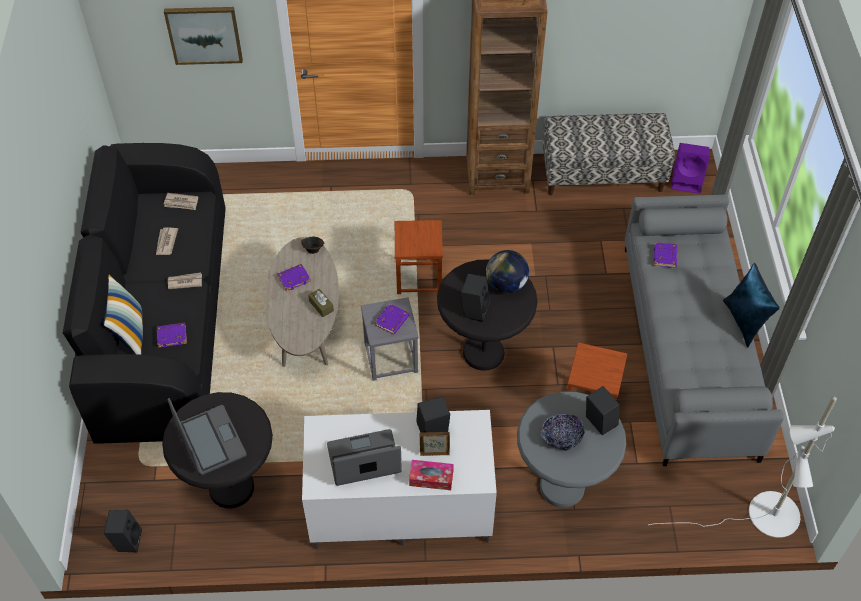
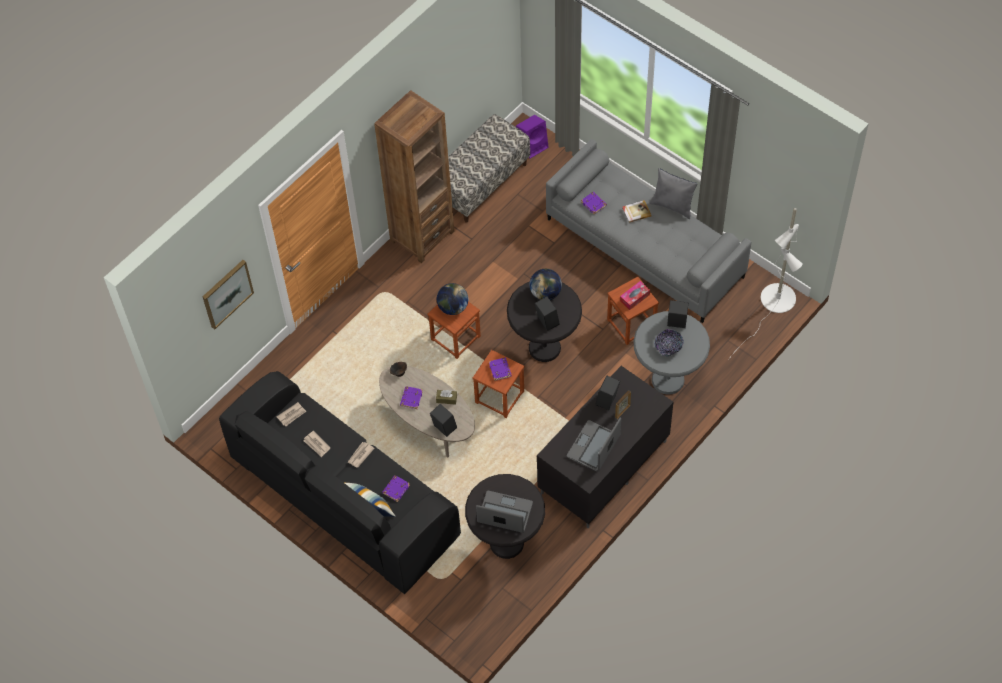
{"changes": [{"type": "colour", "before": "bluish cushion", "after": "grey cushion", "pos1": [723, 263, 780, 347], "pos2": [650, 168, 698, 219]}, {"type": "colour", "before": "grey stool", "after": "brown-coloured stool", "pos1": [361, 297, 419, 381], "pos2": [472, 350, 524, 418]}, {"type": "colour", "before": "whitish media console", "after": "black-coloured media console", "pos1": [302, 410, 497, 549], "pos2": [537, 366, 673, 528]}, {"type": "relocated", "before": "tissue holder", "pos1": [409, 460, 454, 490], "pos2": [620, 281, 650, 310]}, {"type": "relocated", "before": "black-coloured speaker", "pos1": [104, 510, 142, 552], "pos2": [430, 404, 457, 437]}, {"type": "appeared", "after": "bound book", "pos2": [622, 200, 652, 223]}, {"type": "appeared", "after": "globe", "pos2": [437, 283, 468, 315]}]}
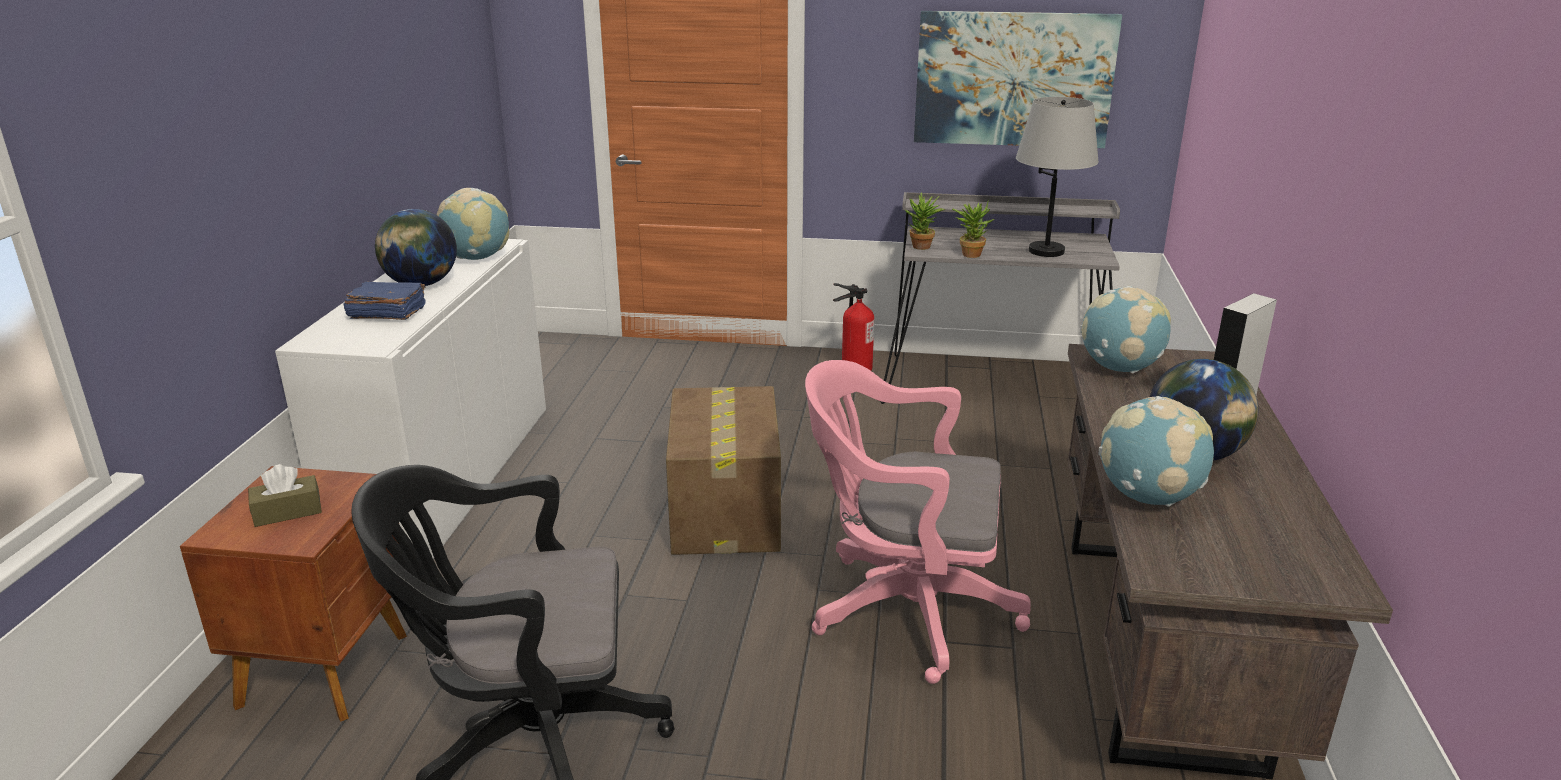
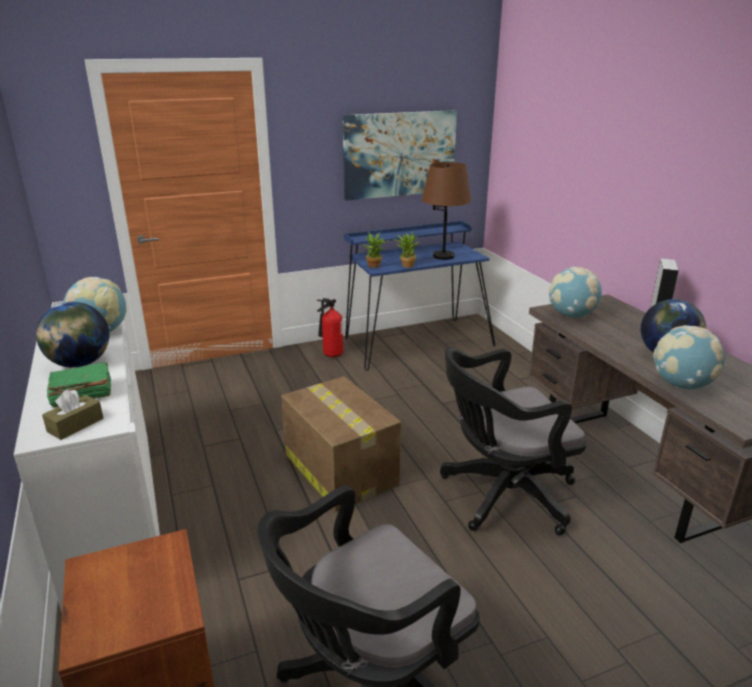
{"changes": [{"type": "colour", "before": "grey lamp for a table", "after": "brown-coloured lamp for a table", "pos1": [1016, 97, 1099, 257], "pos2": [422, 162, 471, 260]}, {"type": "colour", "before": "grey desk table", "after": "bluish desk table", "pos1": [880, 192, 1120, 404], "pos2": [344, 221, 495, 371]}, {"type": "colour", "before": "bluish bound book", "after": "green bound book", "pos1": [344, 281, 426, 320], "pos2": [47, 362, 111, 408]}, {"type": "colour", "before": "pinkish desk chair", "after": "black-coloured desk chair", "pos1": [805, 360, 1031, 684], "pos2": [440, 347, 586, 536]}, {"type": "relocated", "before": "brown-coloured tissue holder", "pos1": [248, 464, 322, 527], "pos2": [42, 389, 104, 440]}]}
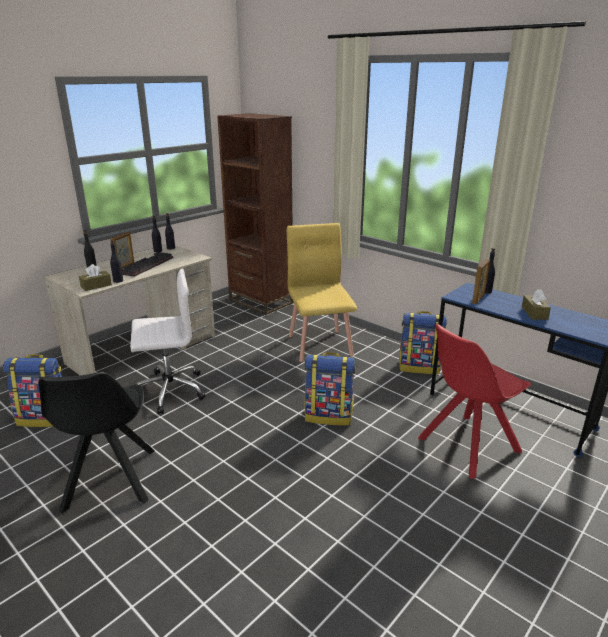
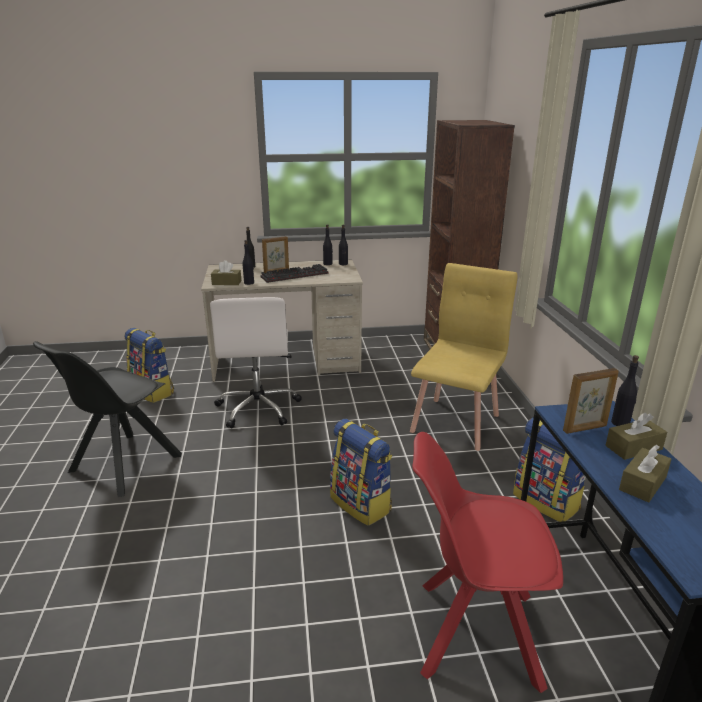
{"changes": [{"type": "spun", "before": "whitish desk chair", "pos1": [130, 269, 205, 414], "pos2": [210, 297, 302, 428], "turn": 60}, {"type": "appeared", "after": "brown-coloured tissue holder", "pos2": [605, 413, 667, 460]}]}
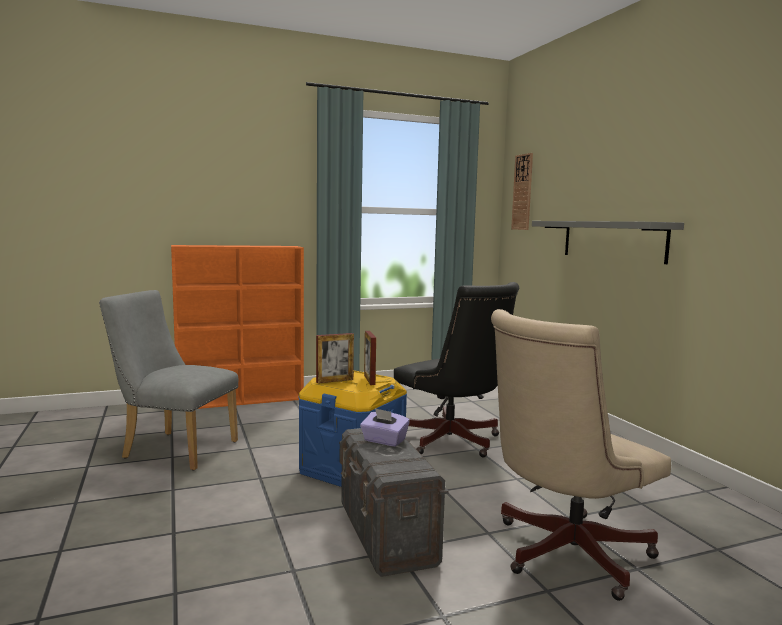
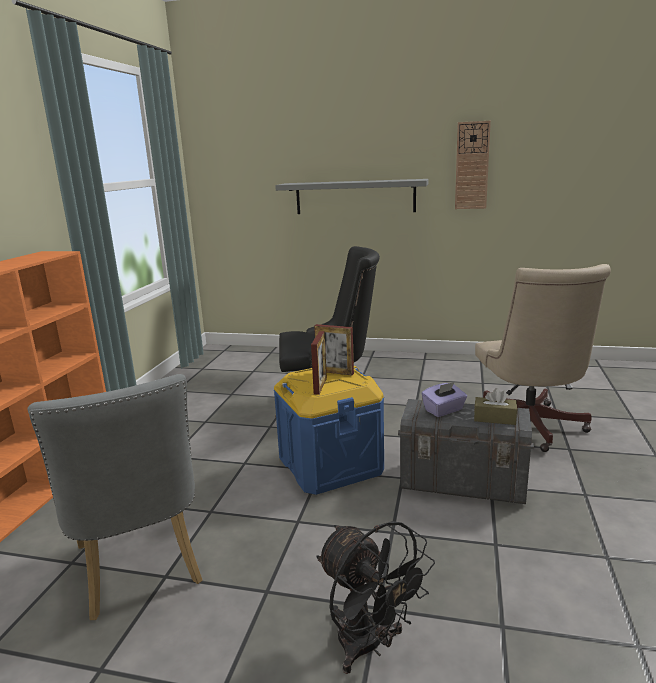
{"changes": [{"type": "relocated", "before": "clock on the wall", "pos1": [511, 153, 533, 230], "pos2": [455, 121, 491, 209]}, {"type": "spun", "before": "grey plain chair", "pos1": [99, 290, 238, 471], "pos2": [27, 374, 202, 620], "turn": -75}, {"type": "appeared", "after": "brown-coloured tissue holder", "pos2": [474, 388, 517, 425]}, {"type": "appeared", "after": "black-coloured electric fan", "pos2": [316, 521, 435, 674]}]}
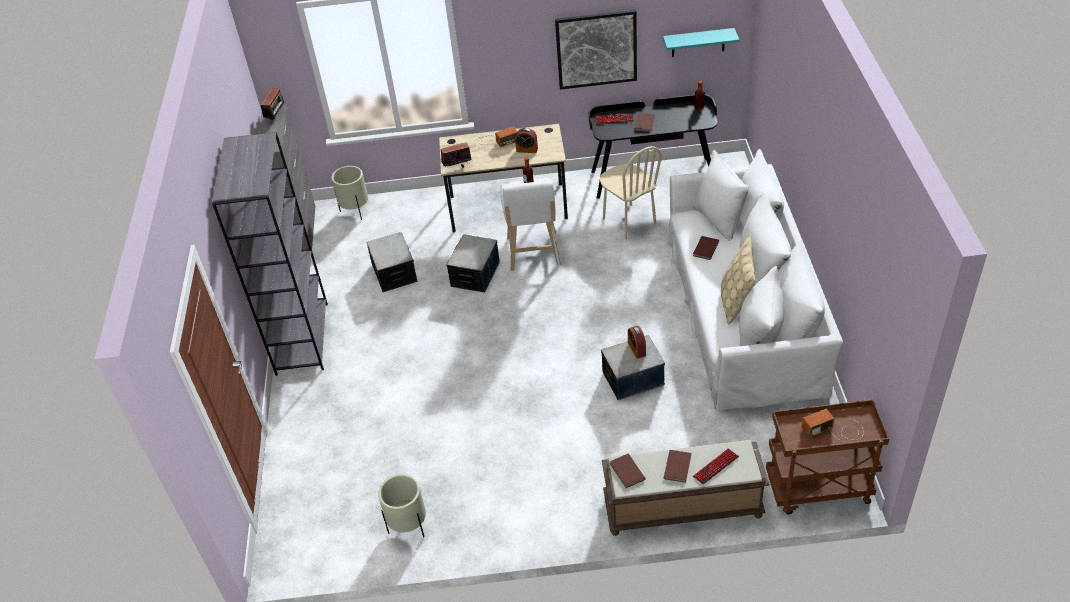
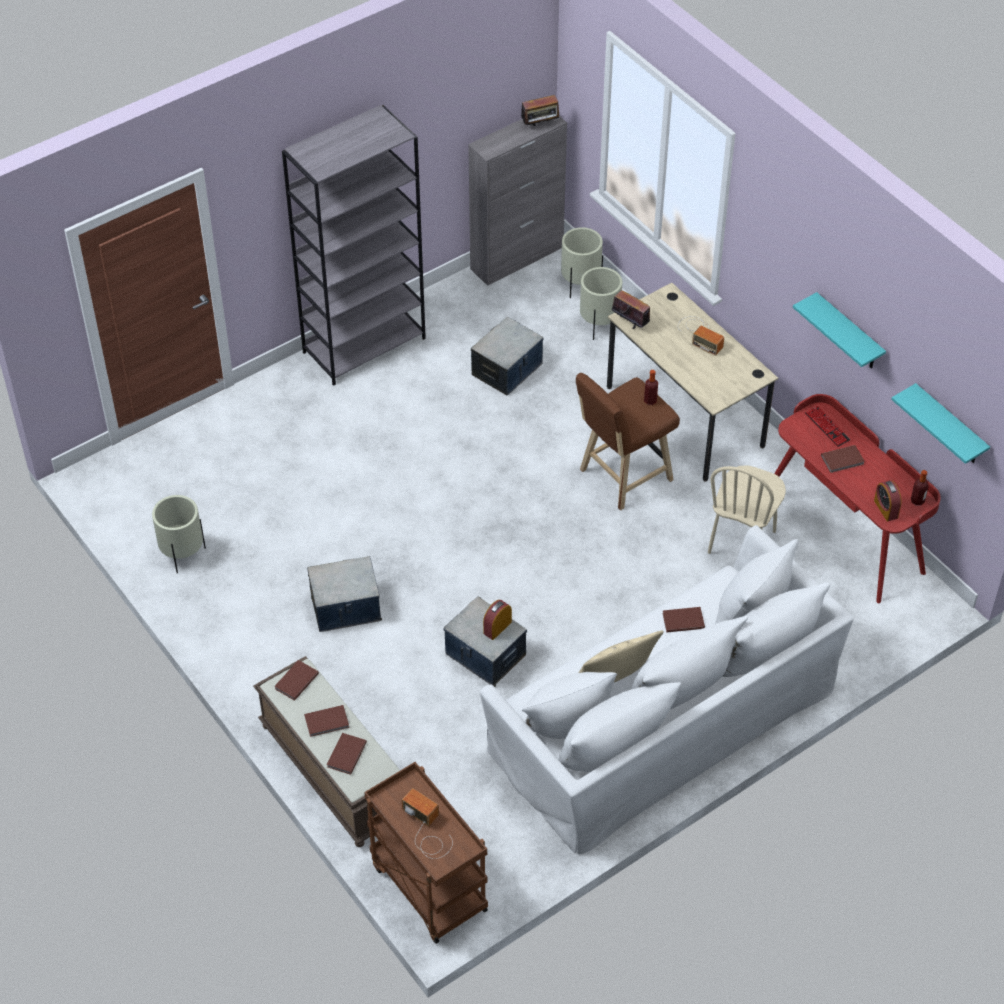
{"changes": [{"type": "exchanged", "before": "wall art", "after": "turquoise wall shelf", "pos1": [555, 10, 637, 90], "pos2": [793, 292, 886, 369]}, {"type": "colour", "before": "black-coloured desk table", "after": "red desk table", "pos1": [589, 94, 717, 199], "pos2": [774, 394, 941, 603]}, {"type": "relocated", "before": "bedside clock", "pos1": [515, 128, 538, 153], "pos2": [874, 480, 902, 521]}, {"type": "colour", "before": "whitish stool", "after": "brown-coloured stool", "pos1": [500, 178, 561, 271], "pos2": [576, 373, 680, 510]}, {"type": "relocated", "before": "storage container", "pos1": [446, 234, 500, 292], "pos2": [307, 556, 382, 632]}, {"type": "exchanged", "before": "keyboard", "after": "brown-coloured bound book", "pos1": [693, 449, 739, 485], "pos2": [327, 733, 367, 775]}, {"type": "appeared", "after": "beige planter", "pos2": [580, 267, 622, 340]}]}
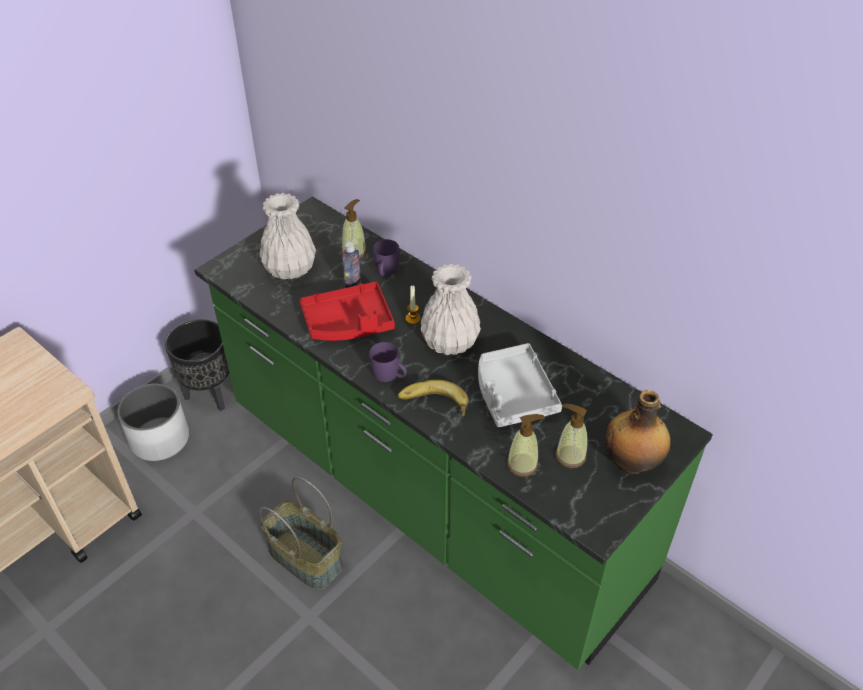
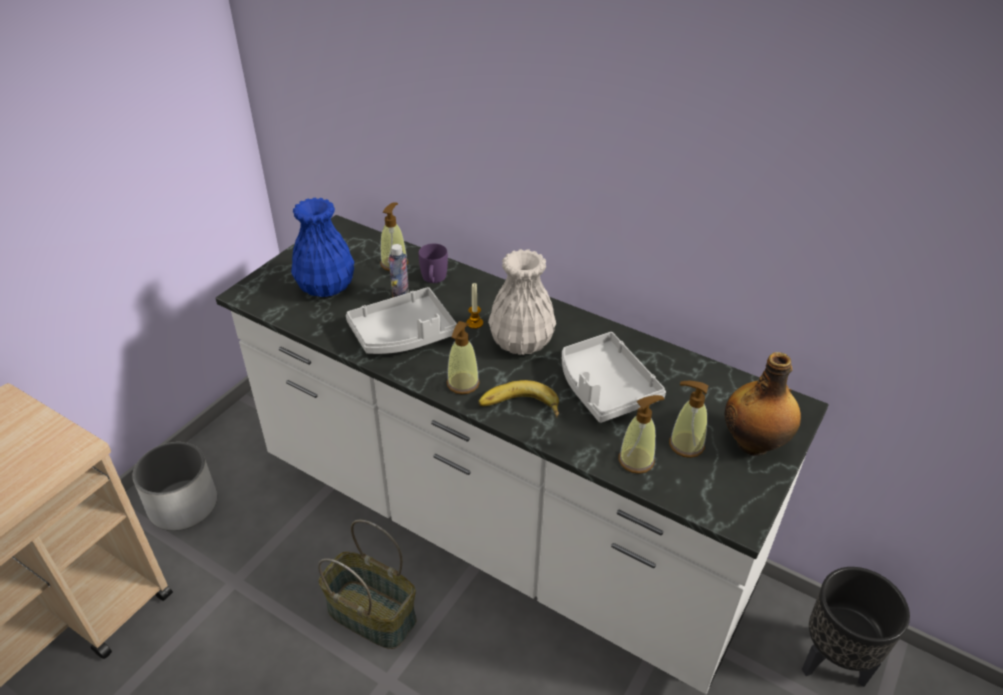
{"changes": [{"type": "colour", "before": "whitish decorative vase", "after": "bluish decorative vase", "pos1": [260, 193, 316, 280], "pos2": [291, 198, 354, 297]}, {"type": "colour", "before": "green kitchen counter", "after": "whitish kitchen counter", "pos1": [194, 196, 713, 670], "pos2": [215, 215, 829, 694]}, {"type": "colour", "before": "red tray", "after": "grey tray", "pos1": [300, 282, 395, 341], "pos2": [346, 287, 457, 354]}, {"type": "relocated", "before": "black-coloured planter", "pos1": [165, 319, 229, 411], "pos2": [802, 567, 910, 687]}, {"type": "exchanged", "before": "purple-coloured coffee mug", "after": "soap dispenser", "pos1": [369, 342, 407, 382], "pos2": [447, 321, 480, 394]}]}
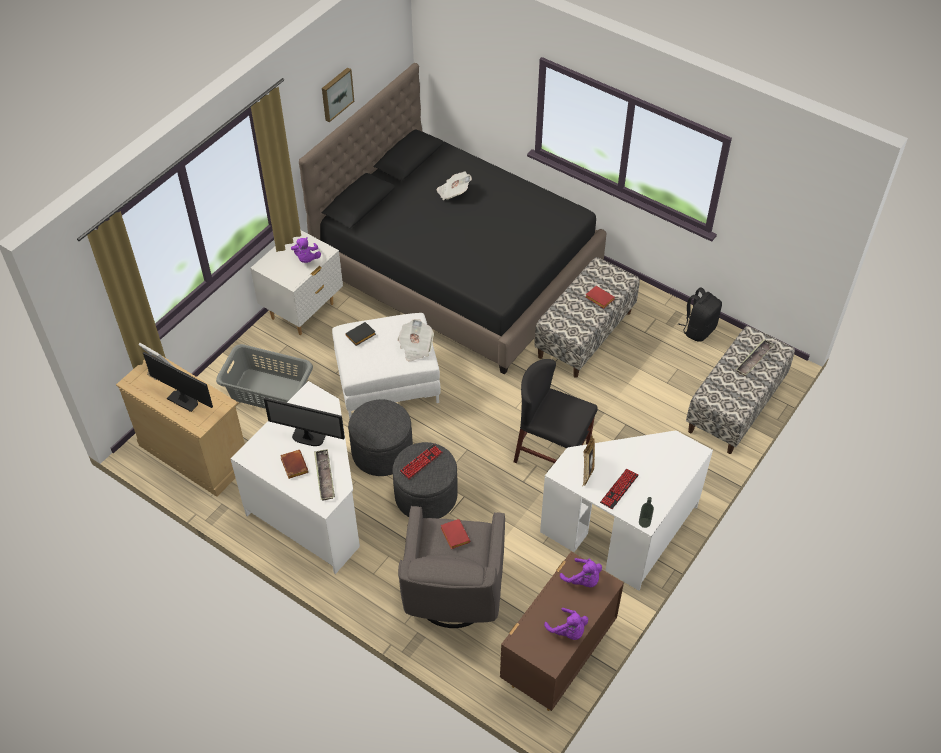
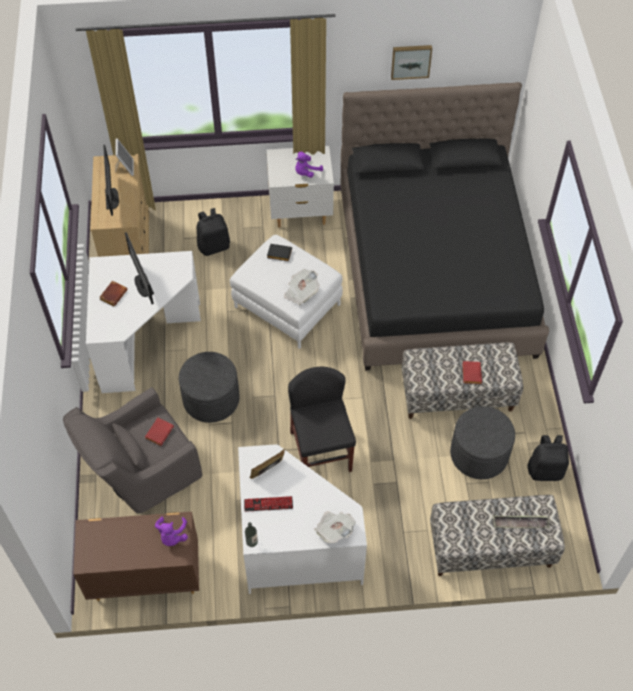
{"changes": [{"type": "relocated", "before": "newspaper", "pos1": [437, 171, 472, 200], "pos2": [314, 511, 356, 543]}, {"type": "exchanged", "before": "grey washing basket", "after": "black-coloured rucksack", "pos1": [216, 344, 313, 409], "pos2": [197, 208, 230, 256]}, {"type": "relocated", "before": "grey footrest", "pos1": [348, 400, 413, 476], "pos2": [450, 406, 515, 479]}, {"type": "missing", "before": "keyboard", "pos1": [400, 444, 443, 480]}, {"type": "missing", "before": "tray", "pos1": [314, 449, 335, 501]}, {"type": "missing", "before": "purple-coloured cuddly toy", "pos1": [544, 608, 588, 640]}]}
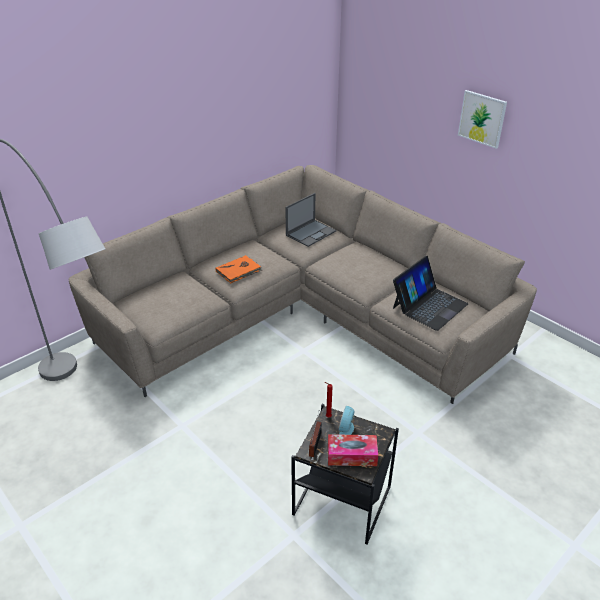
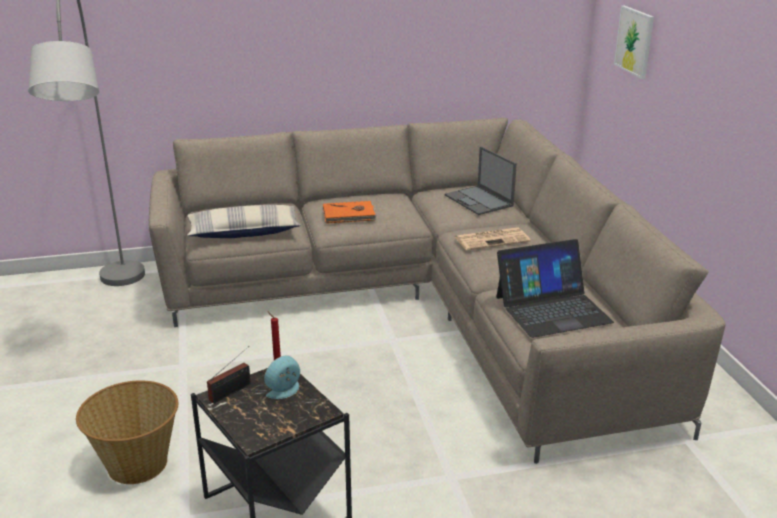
{"changes": [{"type": "relocated", "before": "wall art", "pos1": [458, 90, 507, 149], "pos2": [614, 6, 654, 79]}, {"type": "spun", "before": "laptop", "pos1": [285, 193, 336, 247], "pos2": [445, 146, 517, 215], "turn": 75}, {"type": "missing", "before": "tissue holder", "pos1": [328, 434, 378, 466]}, {"type": "appeared", "after": "cushion", "pos2": [187, 205, 301, 238]}, {"type": "appeared", "after": "newspaper", "pos2": [455, 227, 531, 251]}, {"type": "appeared", "after": "basket", "pos2": [76, 380, 178, 484]}]}
